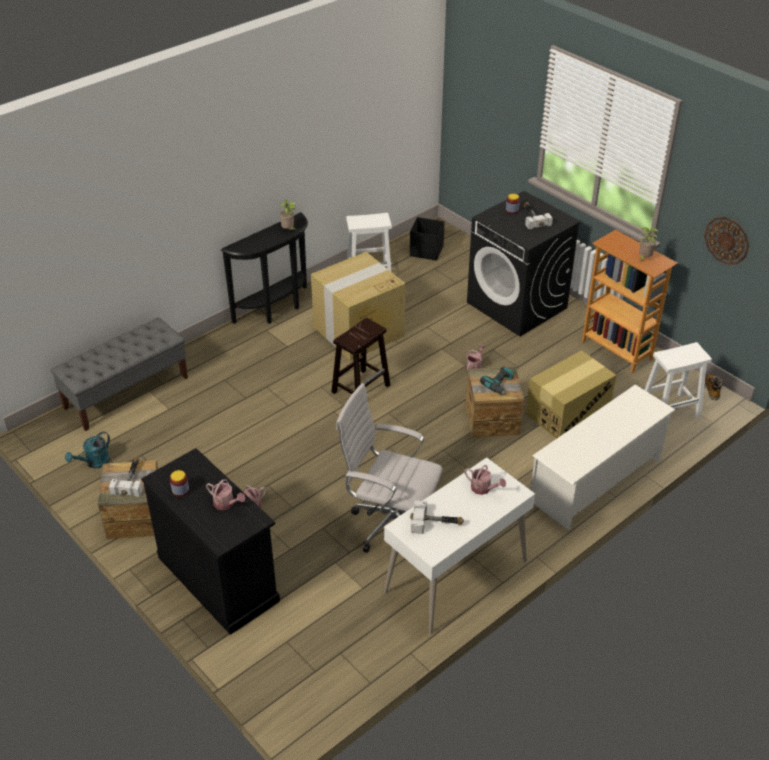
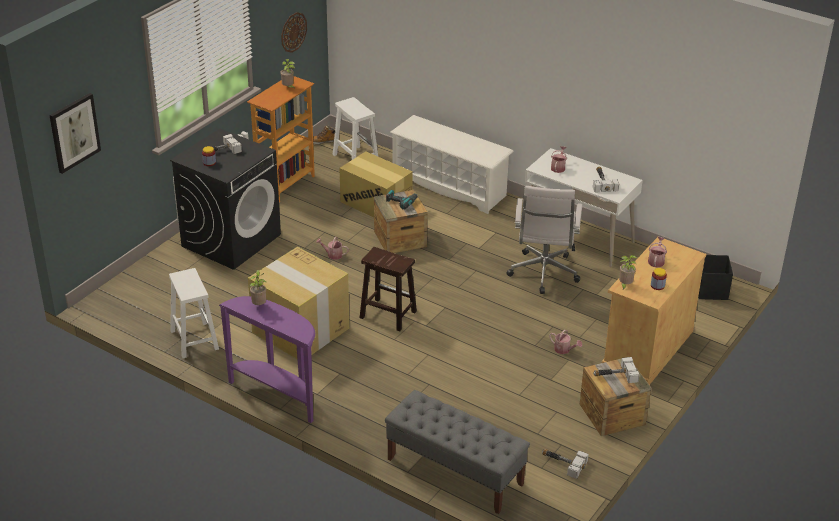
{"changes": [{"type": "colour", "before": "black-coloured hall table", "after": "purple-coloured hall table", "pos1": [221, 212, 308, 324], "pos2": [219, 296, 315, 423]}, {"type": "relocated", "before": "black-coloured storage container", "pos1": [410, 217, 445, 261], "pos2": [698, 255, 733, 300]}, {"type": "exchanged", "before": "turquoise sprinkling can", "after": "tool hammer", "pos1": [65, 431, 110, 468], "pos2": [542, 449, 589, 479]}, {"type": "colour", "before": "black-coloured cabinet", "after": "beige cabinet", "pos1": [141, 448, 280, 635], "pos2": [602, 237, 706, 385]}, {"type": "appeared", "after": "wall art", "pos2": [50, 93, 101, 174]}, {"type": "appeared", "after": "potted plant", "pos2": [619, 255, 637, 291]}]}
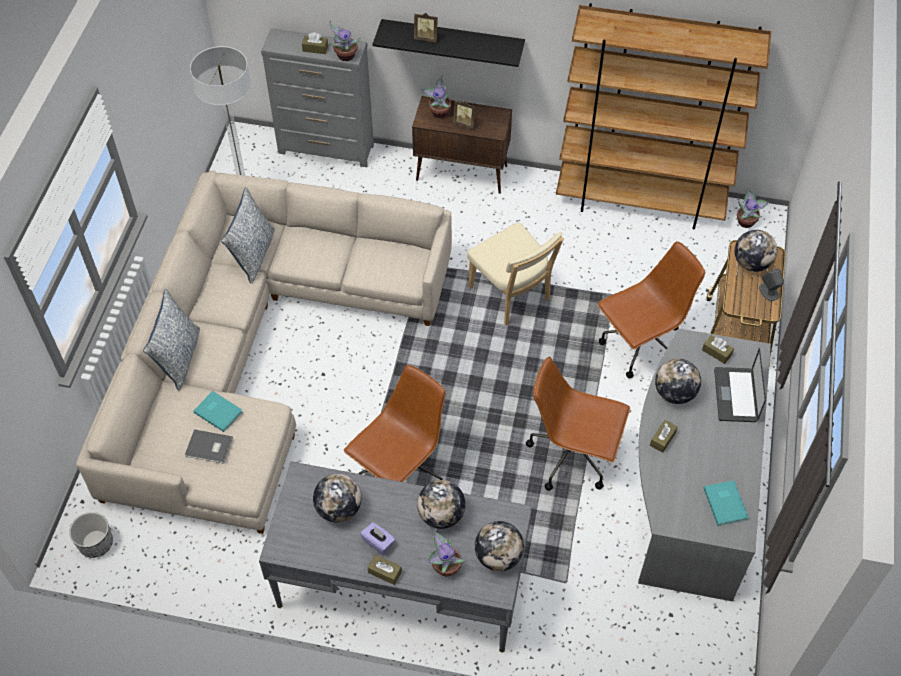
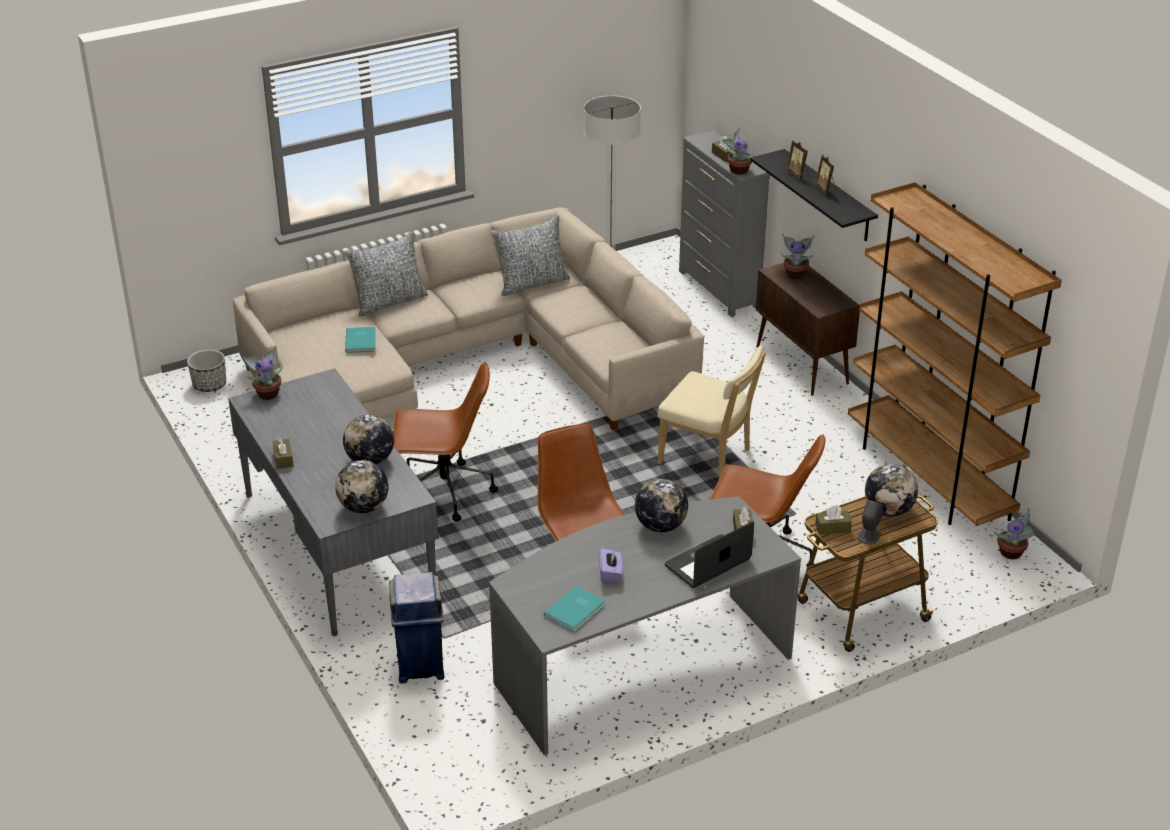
{"changes": [{"type": "relocated", "before": "standing frame", "pos1": [453, 101, 476, 129], "pos2": [815, 155, 836, 195]}, {"type": "spun", "before": "beige plain chair", "pos1": [467, 223, 564, 326], "pos2": [657, 346, 766, 479], "turn": -75}, {"type": "relocated", "before": "brown-coloured tissue holder", "pos1": [650, 420, 678, 453], "pos2": [815, 505, 852, 534]}, {"type": "missing", "before": "grey bound book", "pos1": [185, 429, 233, 464]}, {"type": "missing", "before": "globe", "pos1": [313, 474, 361, 523]}, {"type": "relocated", "before": "purple-coloured tissue holder", "pos1": [360, 522, 395, 555], "pos2": [599, 549, 623, 583]}, {"type": "relocated", "before": "potted plant", "pos1": [427, 529, 467, 577], "pos2": [242, 346, 283, 400]}, {"type": "appeared", "after": "bluish rubbish bin", "pos2": [389, 572, 444, 684]}]}
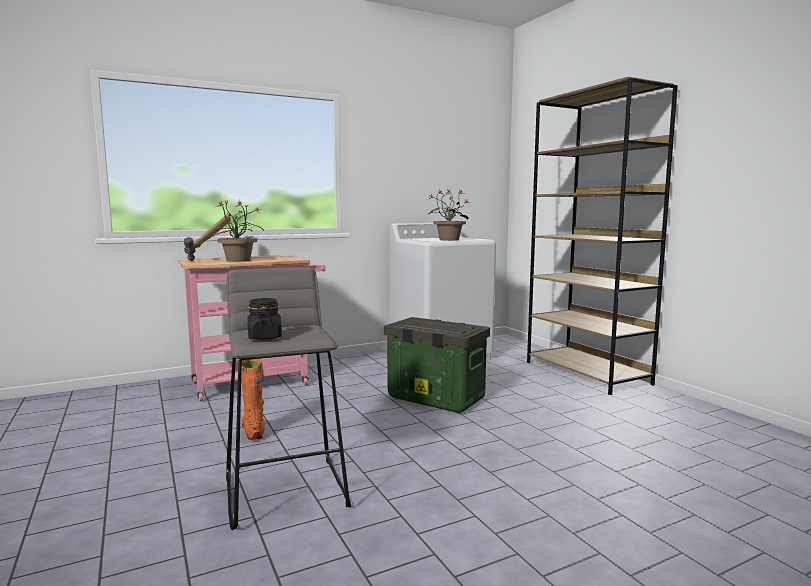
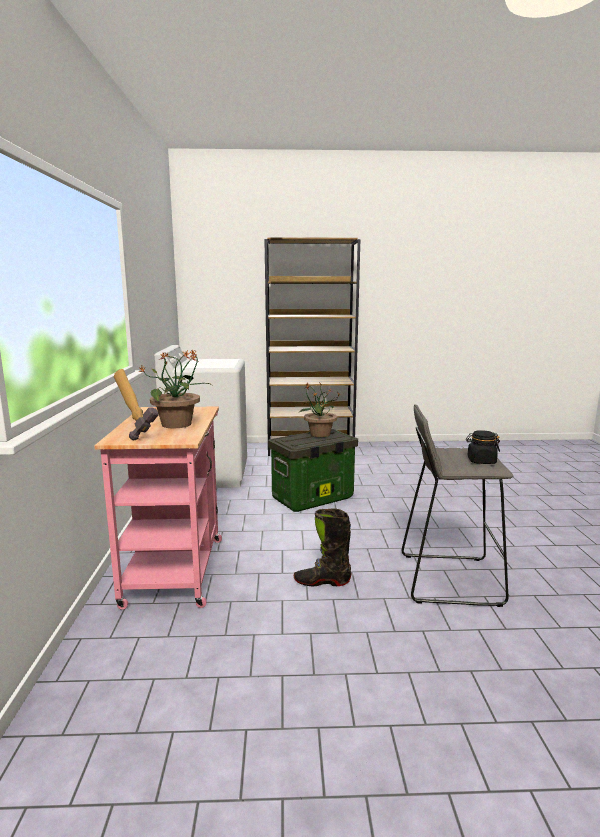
{"changes": [{"type": "relocated", "before": "potted plant", "pos1": [428, 189, 470, 241], "pos2": [300, 382, 341, 437]}, {"type": "colour", "before": "orangey boot", "after": "black-coloured boot", "pos1": [241, 359, 265, 440], "pos2": [294, 508, 352, 586]}]}
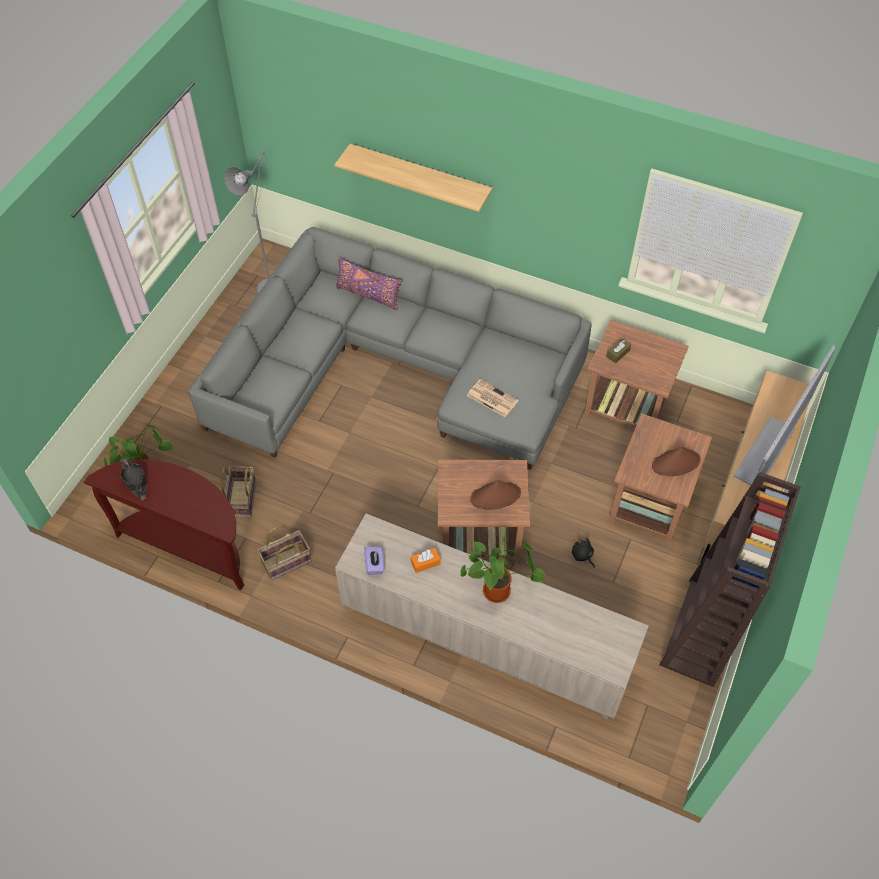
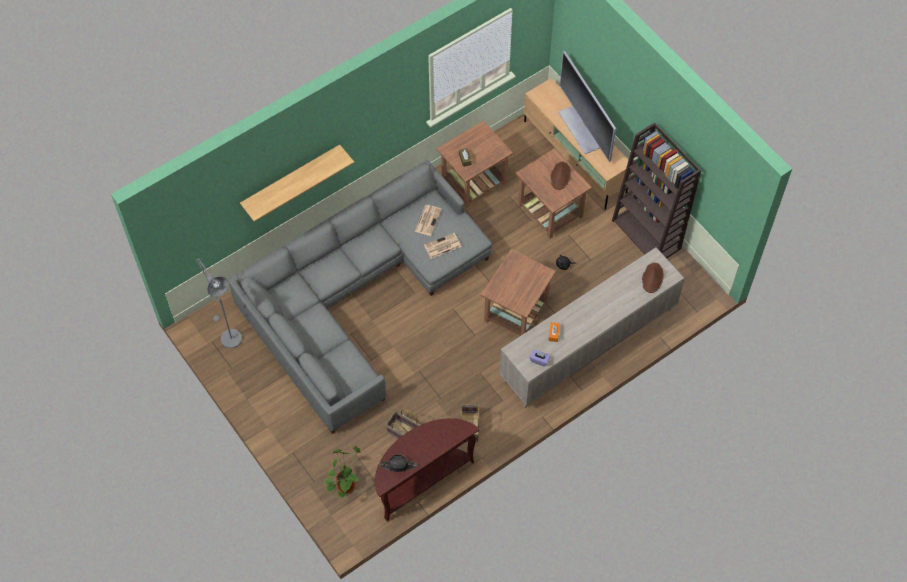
{"changes": [{"type": "missing", "before": "purple-coloured cushion", "pos1": [336, 258, 402, 310]}, {"type": "relocated", "before": "brown-coloured hat", "pos1": [470, 480, 521, 510], "pos2": [642, 262, 664, 293]}, {"type": "missing", "before": "potted plant", "pos1": [460, 540, 545, 603]}, {"type": "appeared", "after": "newspaper", "pos2": [415, 205, 441, 236]}]}
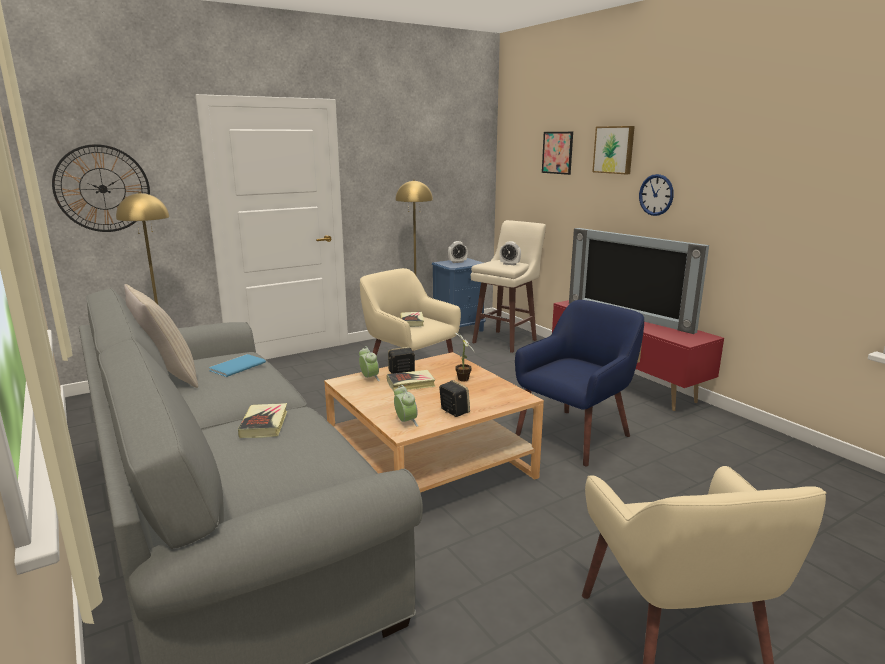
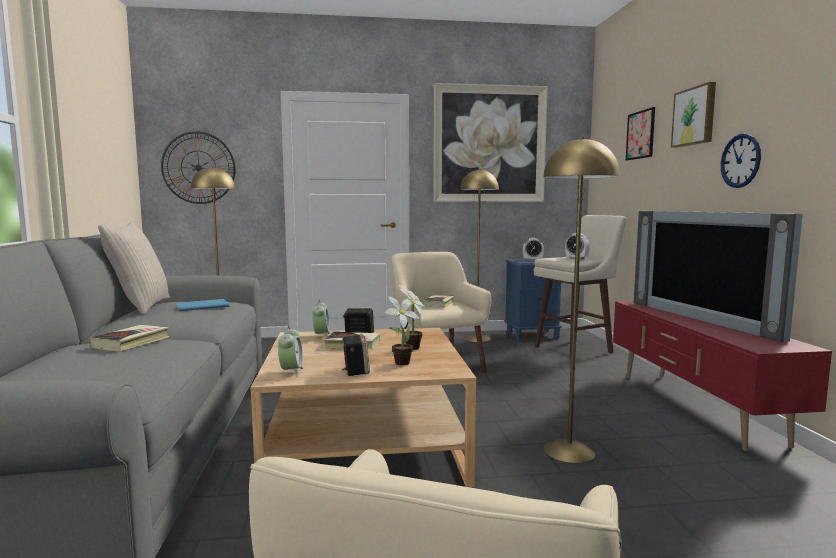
{"changes": [{"type": "exchanged", "before": "bluish armchair", "after": "yellow floor lamp", "pos1": [515, 300, 644, 466], "pos2": [543, 137, 620, 463]}, {"type": "appeared", "after": "wall art", "pos2": [433, 83, 548, 202]}, {"type": "appeared", "after": "potted plant", "pos2": [385, 296, 420, 365]}]}
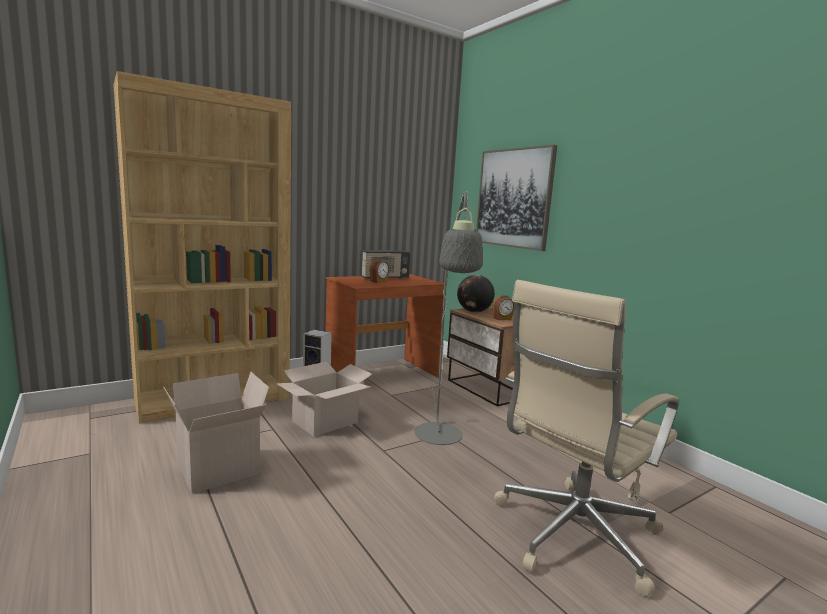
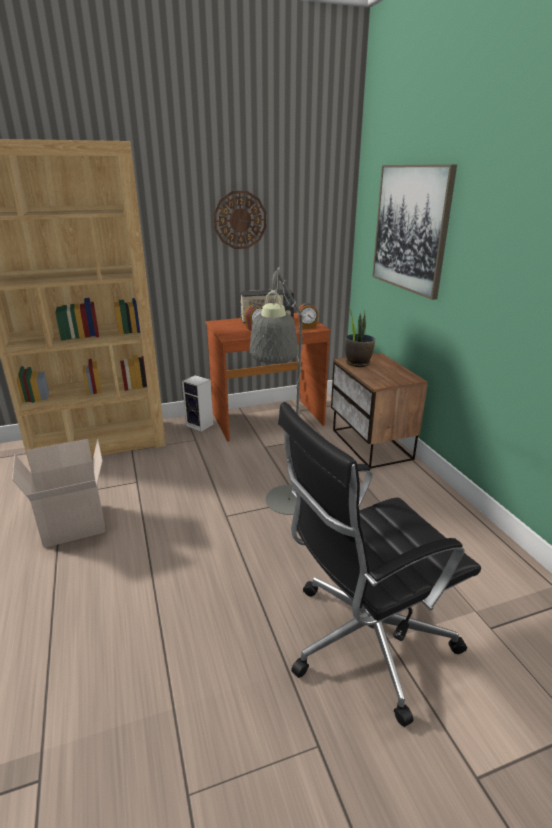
{"changes": [{"type": "exchanged", "before": "globe", "after": "potted plant", "pos1": [457, 275, 495, 313], "pos2": [345, 309, 375, 367]}, {"type": "colour", "before": "beige desk chair", "after": "black-coloured desk chair", "pos1": [494, 280, 678, 597], "pos2": [278, 402, 481, 727]}, {"type": "relocated", "before": "bedside clock", "pos1": [492, 295, 515, 320], "pos2": [297, 303, 319, 329]}, {"type": "missing", "before": "packing box", "pos1": [276, 362, 373, 437]}, {"type": "appeared", "after": "clock on the wall", "pos2": [213, 191, 266, 249]}]}
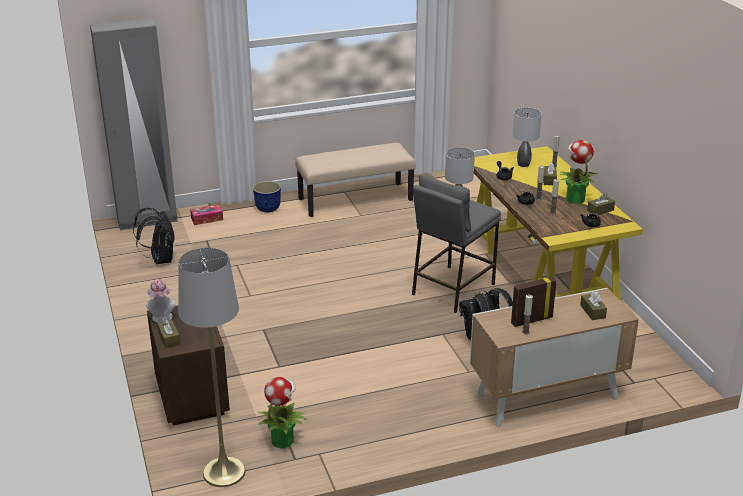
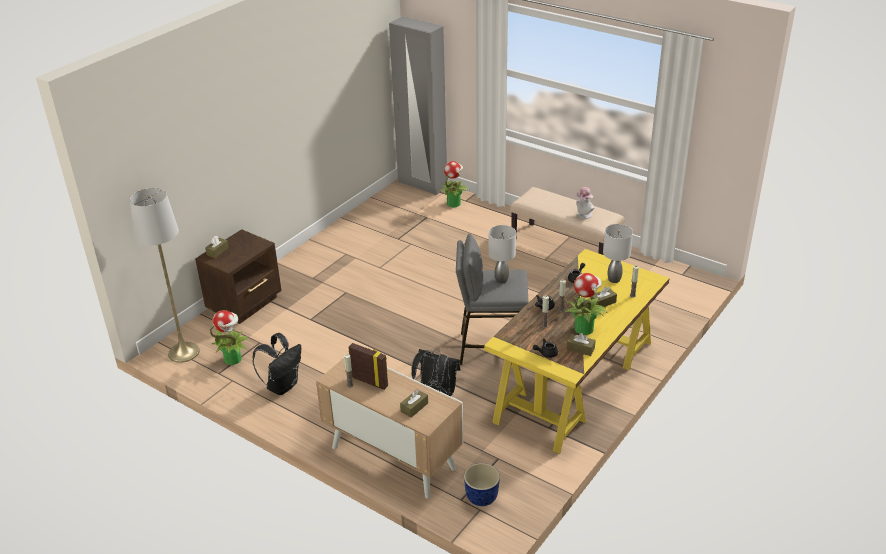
{"changes": [{"type": "relocated", "before": "planter", "pos1": [253, 181, 281, 213], "pos2": [464, 463, 500, 506]}, {"type": "exchanged", "before": "tissue holder", "after": "potted plant", "pos1": [190, 205, 223, 225], "pos2": [440, 161, 469, 208]}, {"type": "relocated", "before": "black-coloured rucksack", "pos1": [133, 208, 175, 264], "pos2": [252, 333, 301, 395]}, {"type": "relocated", "before": "hat", "pos1": [146, 279, 175, 323], "pos2": [576, 187, 594, 219]}]}
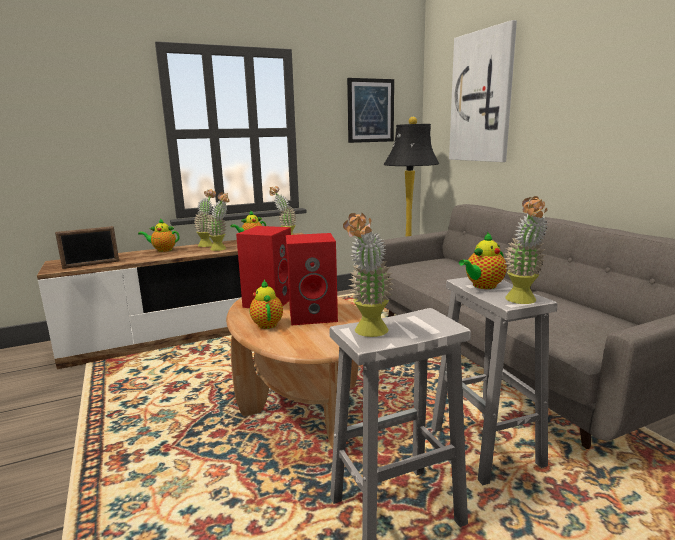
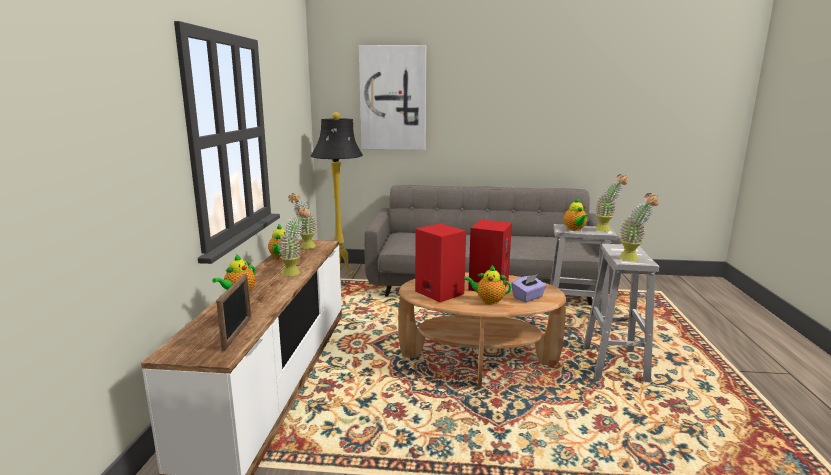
{"changes": [{"type": "missing", "before": "wall art", "pos1": [347, 78, 394, 143]}, {"type": "missing", "before": "potted plant", "pos1": [194, 189, 216, 247]}, {"type": "appeared", "after": "purple-coloured tissue holder", "pos2": [511, 274, 547, 302]}]}
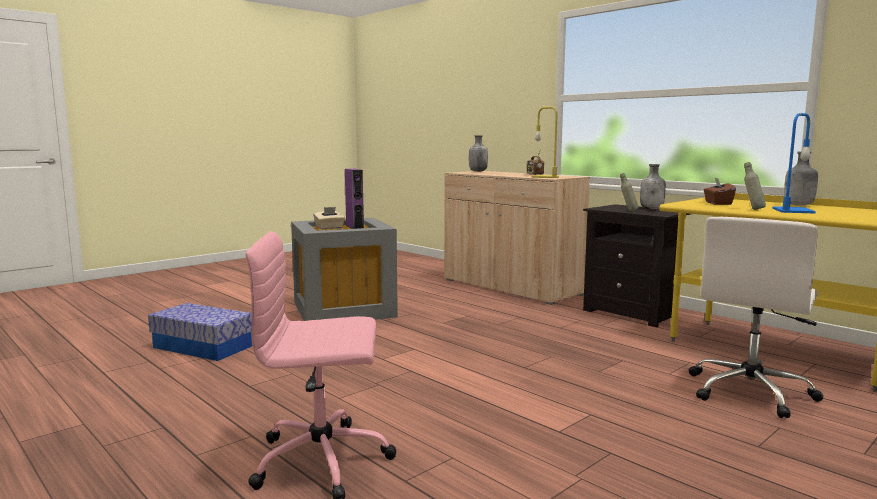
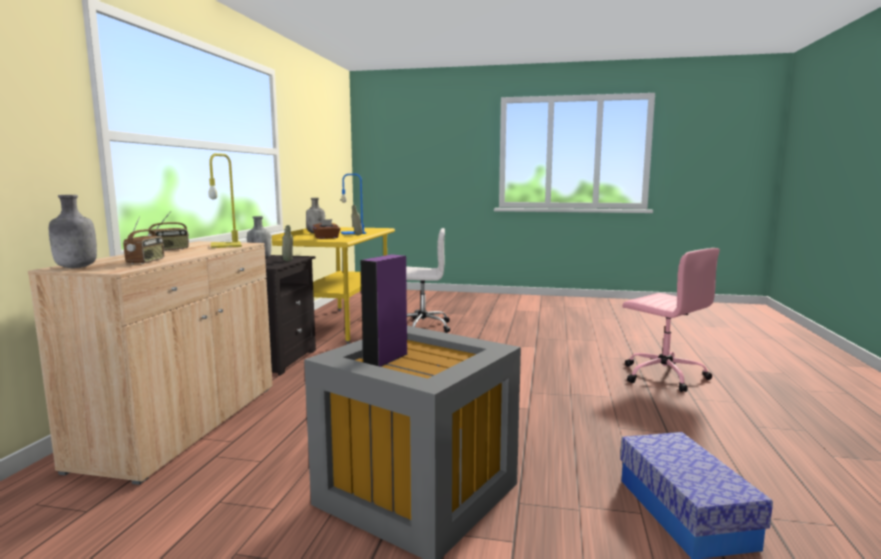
{"changes": [{"type": "missing", "before": "beige tissue holder", "pos1": [313, 207, 345, 230]}, {"type": "appeared", "after": "radio set", "pos2": [123, 217, 164, 264]}]}
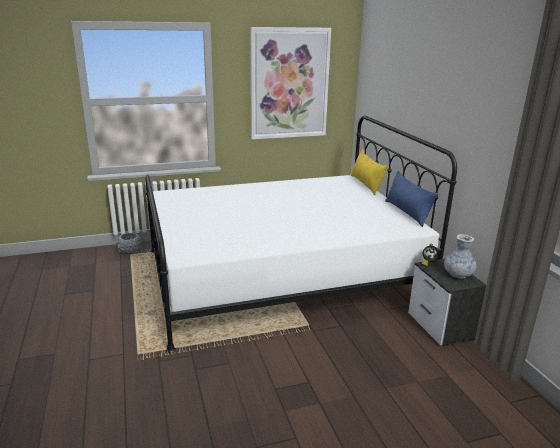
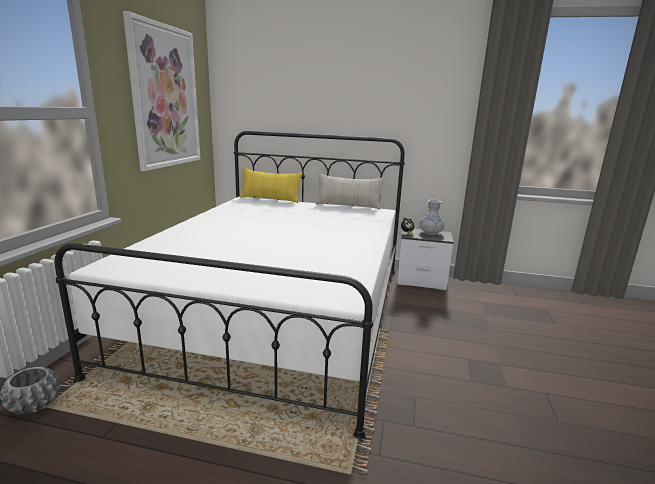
{"changes": [{"type": "colour", "before": "bluish cushion", "after": "beige cushion", "pos1": [385, 171, 438, 227], "pos2": [316, 173, 384, 210]}]}
